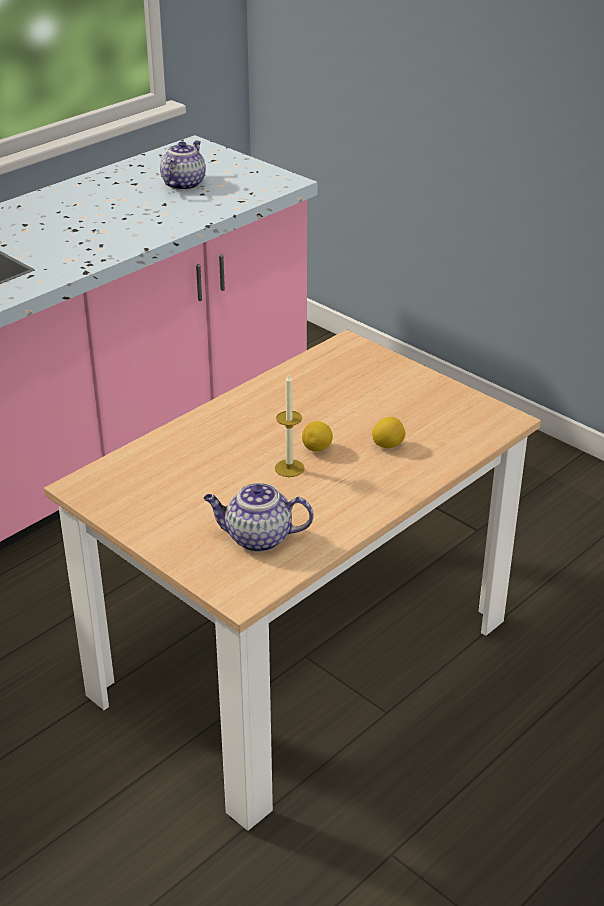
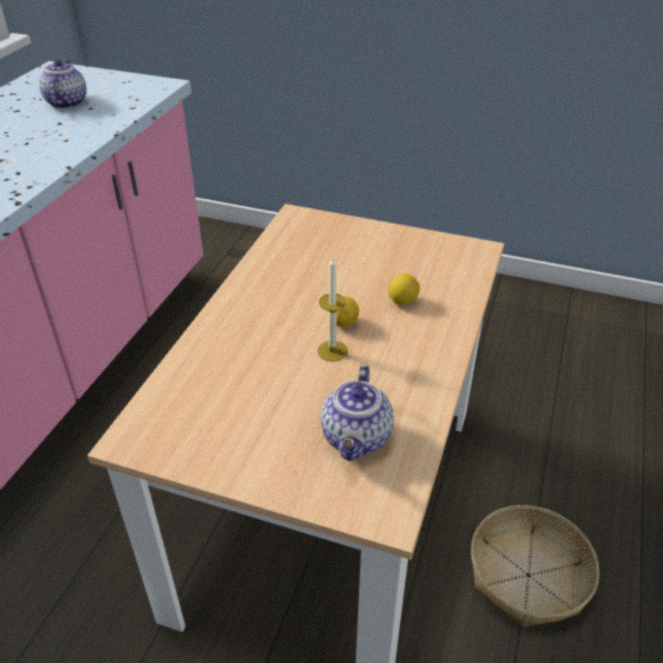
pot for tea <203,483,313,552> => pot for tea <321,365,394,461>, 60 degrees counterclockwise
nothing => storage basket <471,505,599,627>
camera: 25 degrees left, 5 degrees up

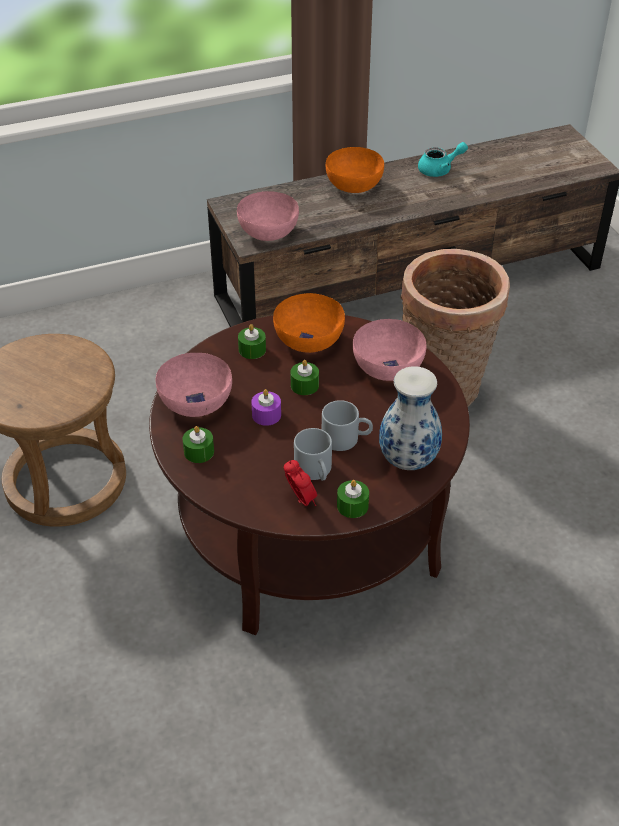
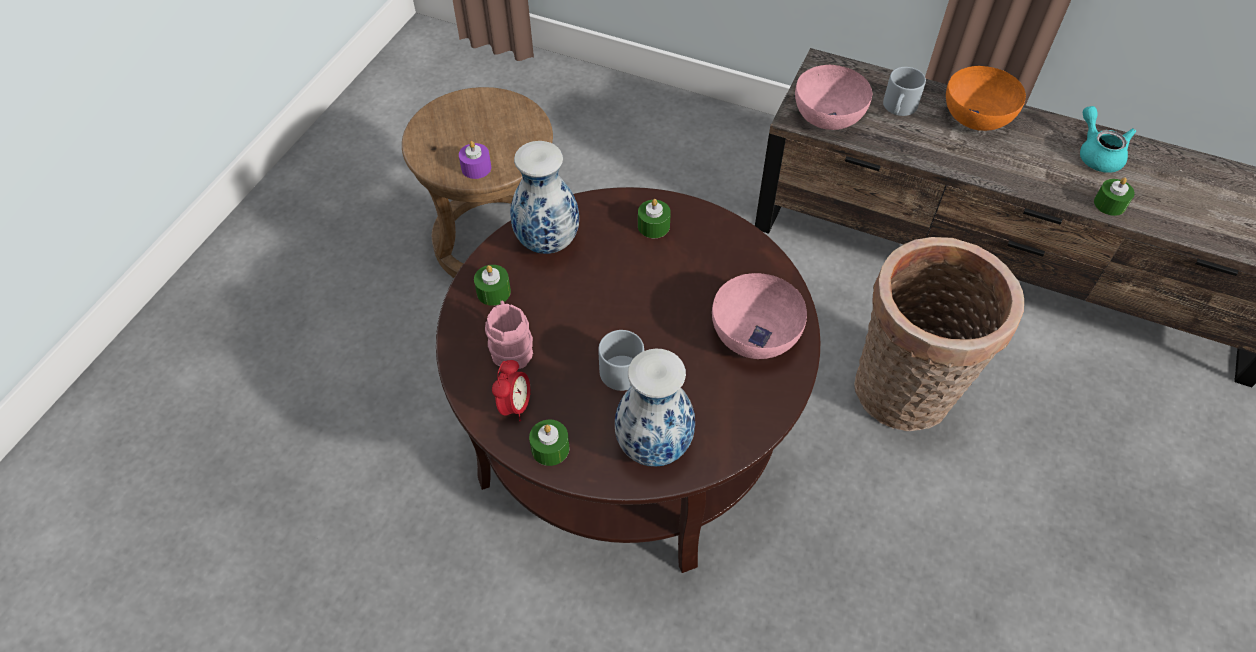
wax candle in purple <251,389,281,426> => wax candle in purple <459,141,491,179>, relocated
nothing => mug in pink-coloured <485,301,533,369>
serving bowl in pink-coloured <156,353,232,417> => vase <510,141,579,254>
mug in gray <294,428,332,481> => mug in gray <883,67,926,116>, relocated
pot for tea in blue-green <418,142,468,177> => pot for tea in blue-green <1080,106,1136,173>, 135 degrees counterclockwise
wax candle in green-coloured <290,360,319,395> => wax candle in green-coloured <1094,177,1135,216>, relocated
serving bowl in orange <273,293,345,353> => nothing
camera: 45 degrees right, 10 degrees up

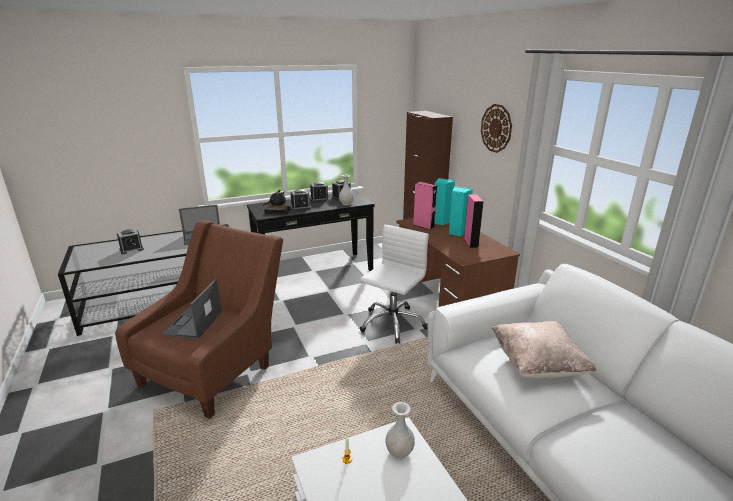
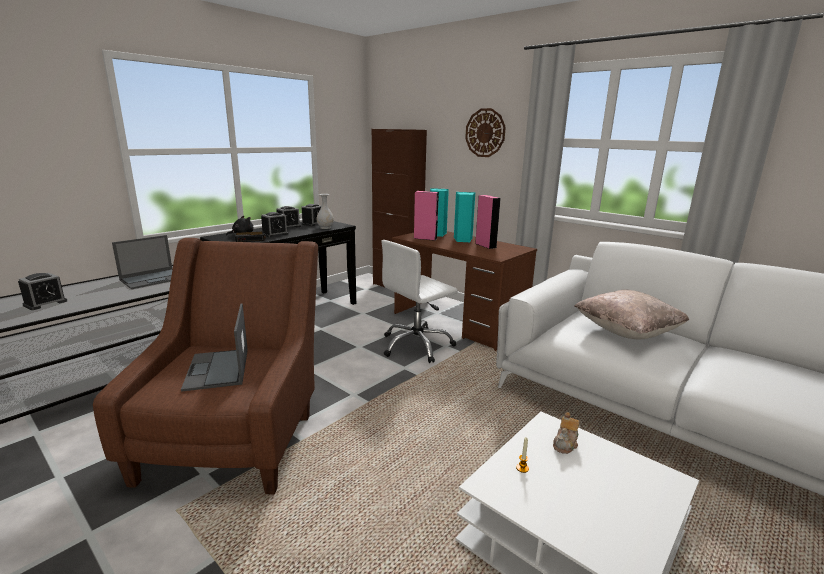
computer chair in whitish <360,225,429,344> => computer chair in whitish <381,240,458,363>, 135 degrees counterclockwise
vase in whitish <386,402,415,459> => pot for tea <553,412,579,454>
camera: 25 degrees left, 5 degrees down

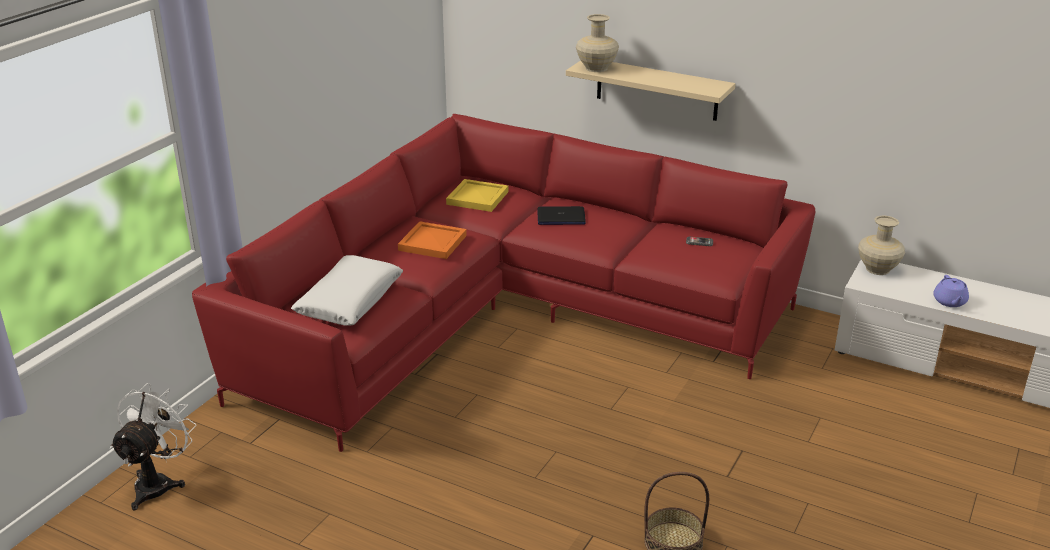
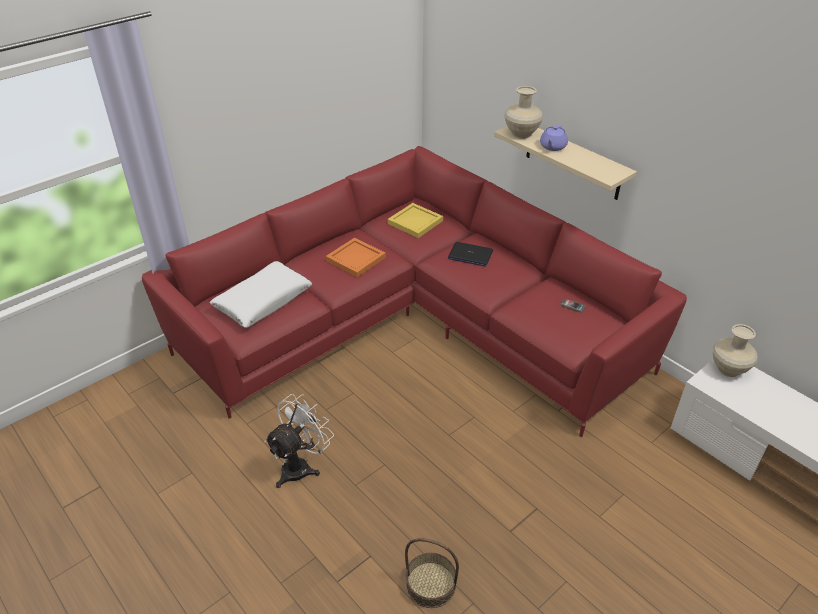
cooling fan in whitish <110,383,197,510> => cooling fan in whitish <264,394,334,488>, relocated
pot for tea in purple <933,275,969,307> => pot for tea in purple <540,125,568,151>, relocated
camera: 20 degrees right, 10 degrees up

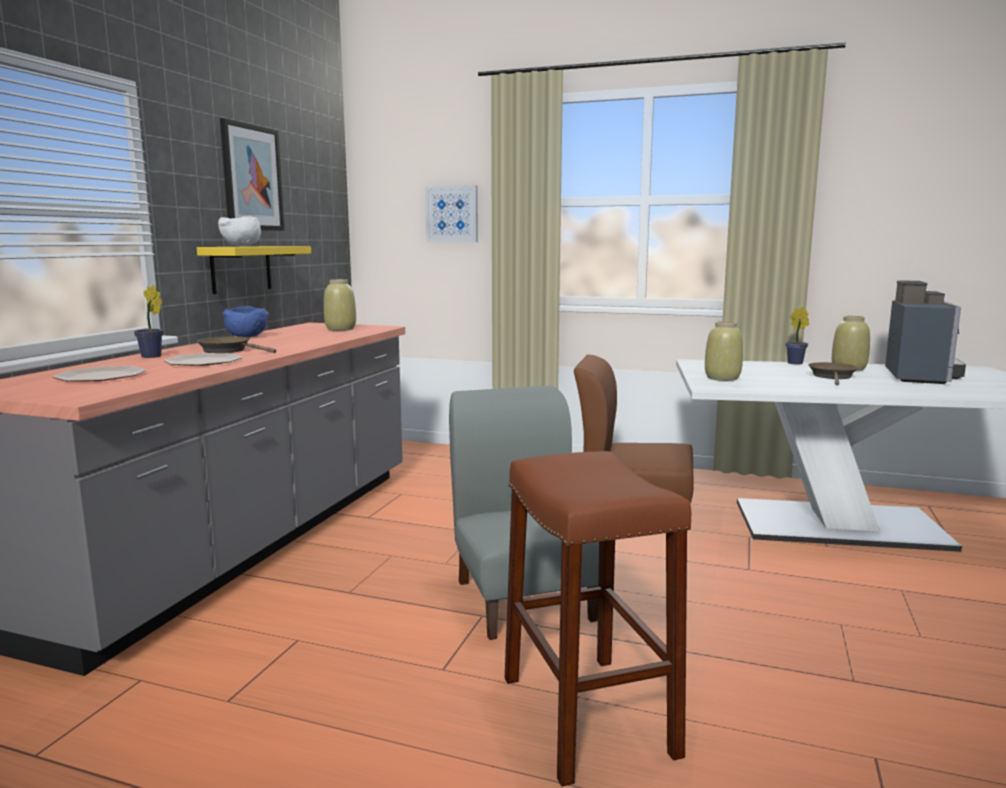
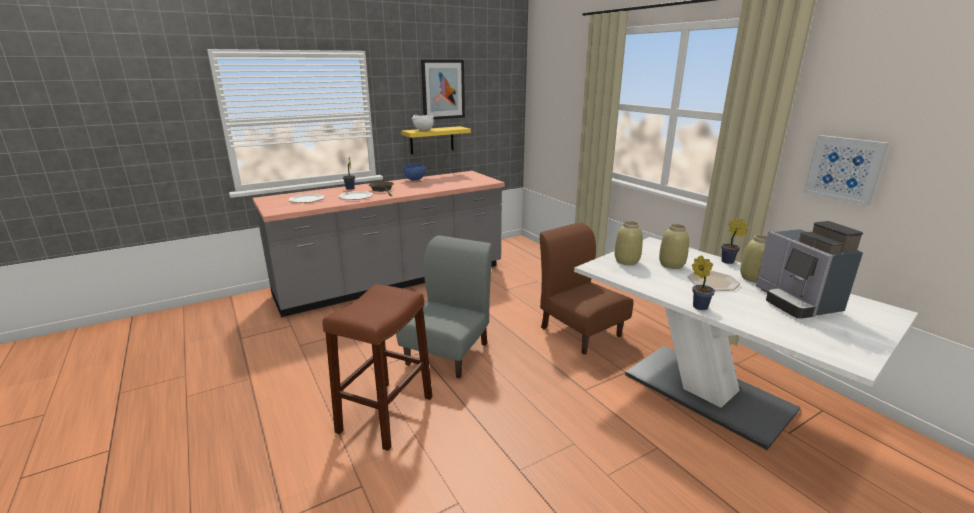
vase in beige-coloured <324,279,356,331> => vase in beige-coloured <659,224,689,269>, relocated
skillet in brownish <808,362,858,385> => dinner plate <688,271,740,291>
nothing => houseplant <692,255,715,310>
coffee machine <885,280,966,384> => coffee machine <756,221,863,319>, 105 degrees clockwise
picture <425,185,478,242> => picture <803,135,889,206>, relocated
camera: 40 degrees right, 10 degrees up

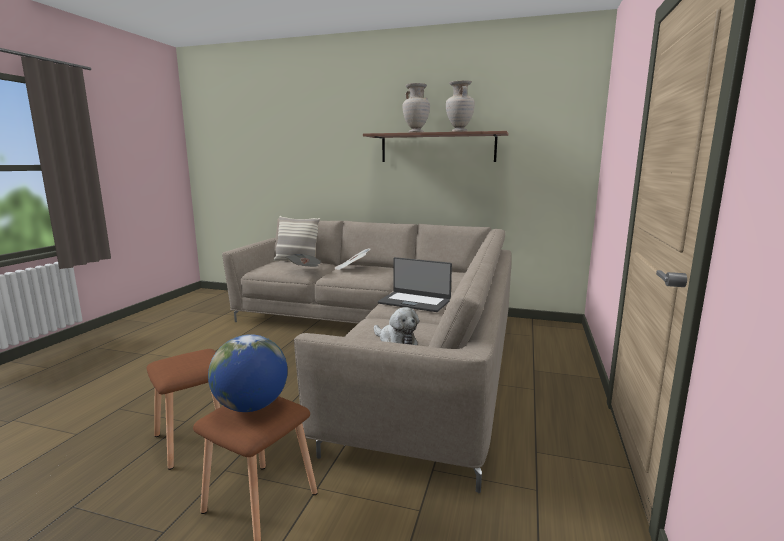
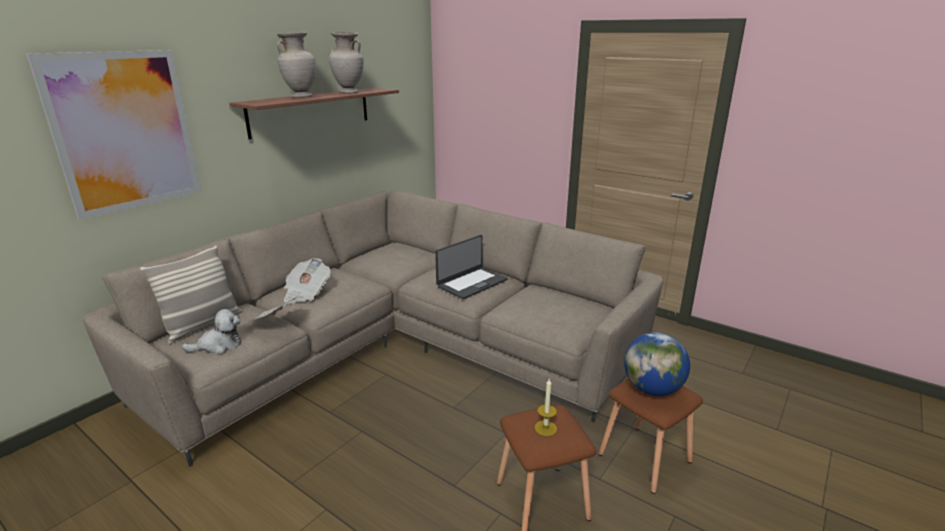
nothing => picture <26,50,201,219>
cuddly toy <374,307,419,345> => cuddly toy <182,309,241,354>, relocated
nothing => wax candle <535,379,557,436>
camera: 70 degrees left, 10 degrees up

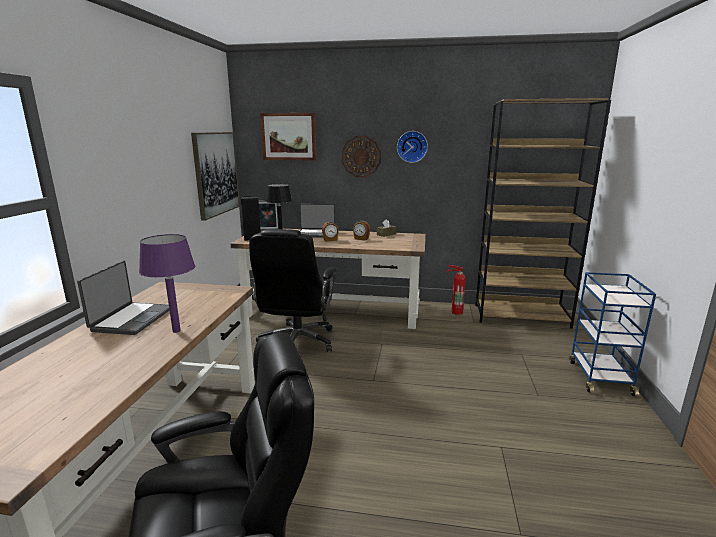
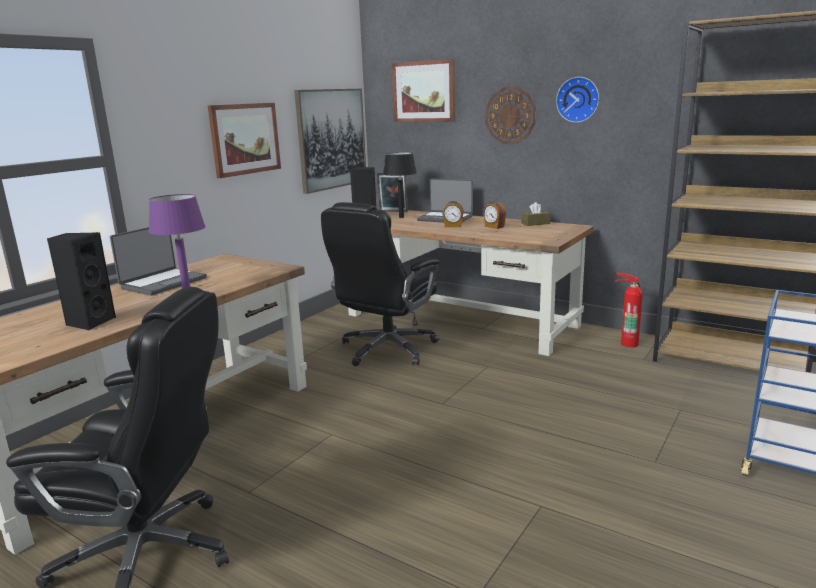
nothing => speaker in black <47,232,116,330>
nothing => picture <208,103,281,178>
camera: 25 degrees right, 0 degrees up

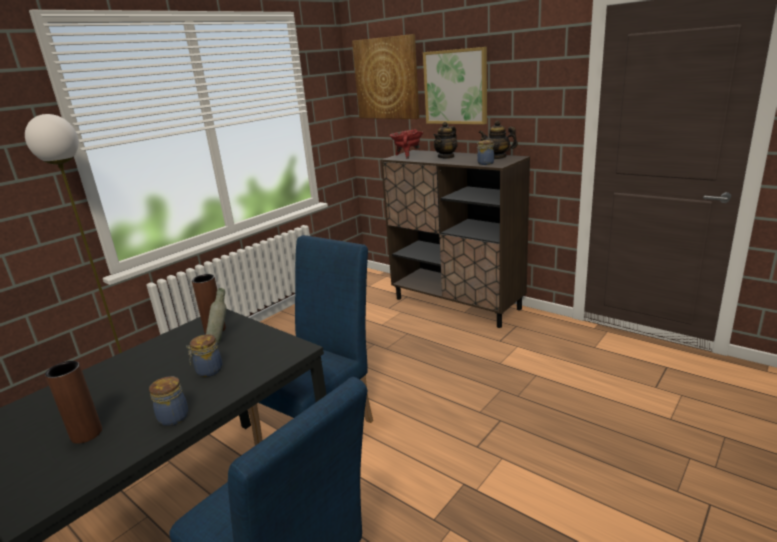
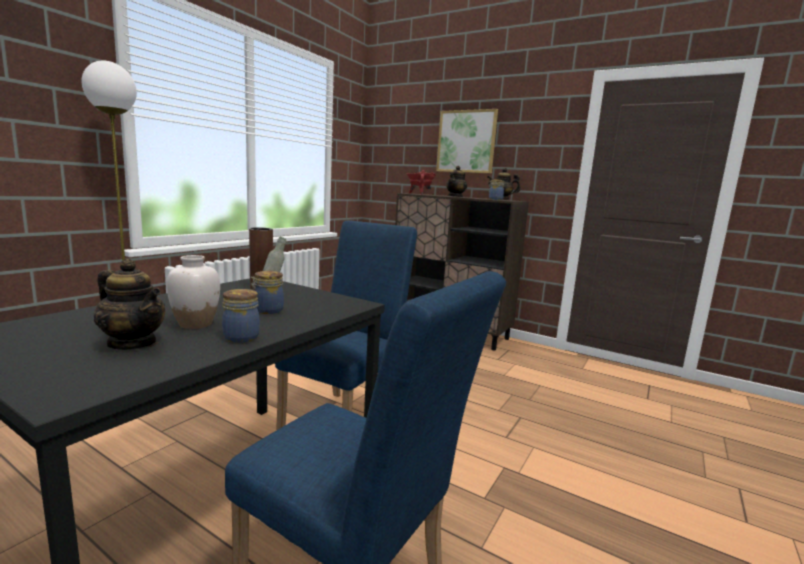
vase in brownish <45,361,102,444> => pot for tea <94,259,165,350>
nothing => vase in whitish <167,255,220,329>
picture <352,34,419,119> => nothing
camera: 10 degrees left, 10 degrees down

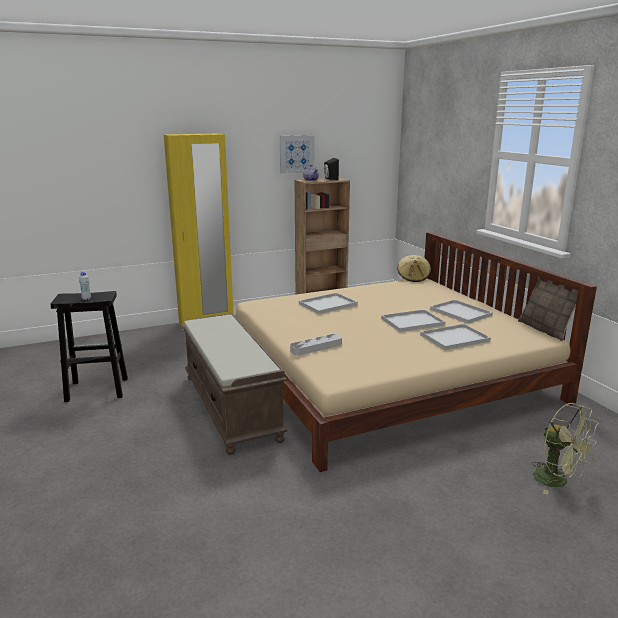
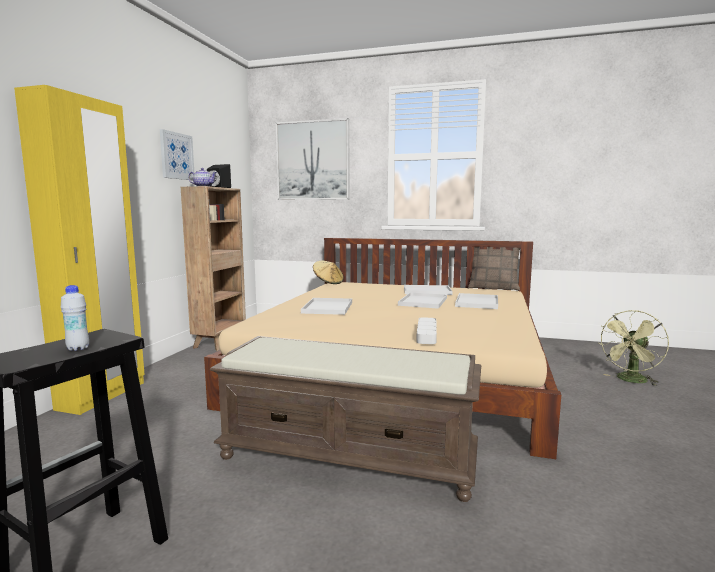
nothing => picture <276,118,350,200>
cooling fan in green-coloured <532,403,599,495> => cooling fan in green-coloured <598,310,669,386>, 135 degrees clockwise
camera: 50 degrees left, 10 degrees down

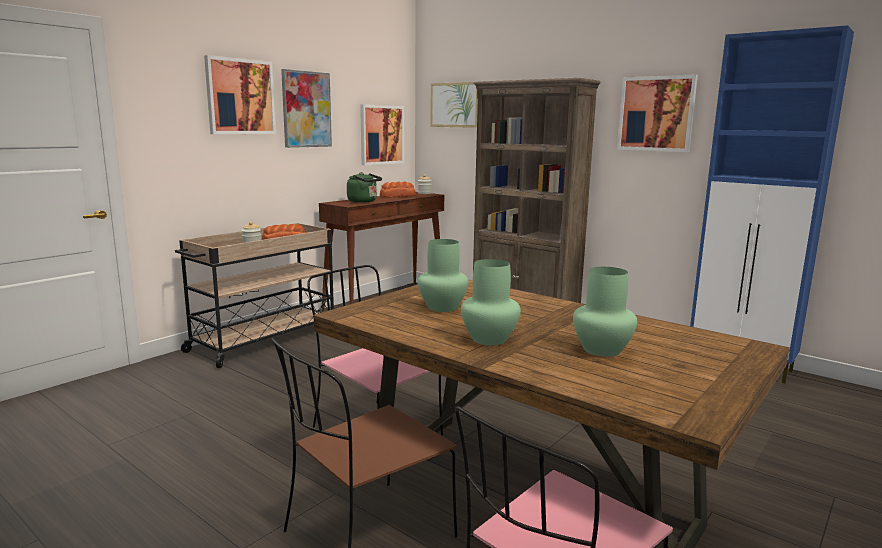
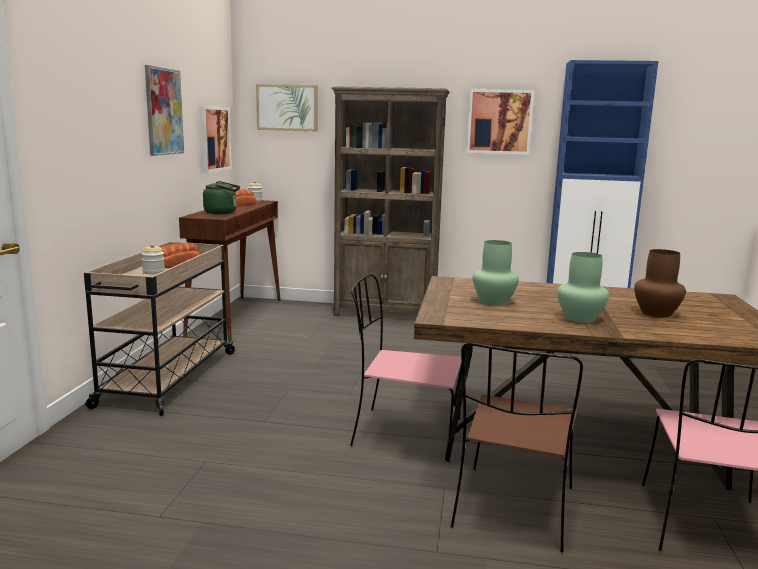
vase in green-coloured <573,267,637,357> => vase in brownish <634,249,686,317>
picture <204,55,276,134> => nothing
camera: 30 degrees left, 0 degrees up

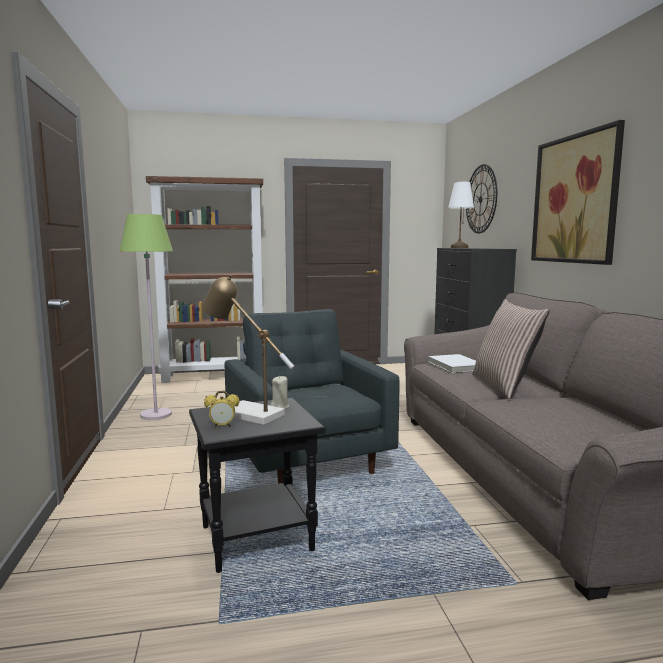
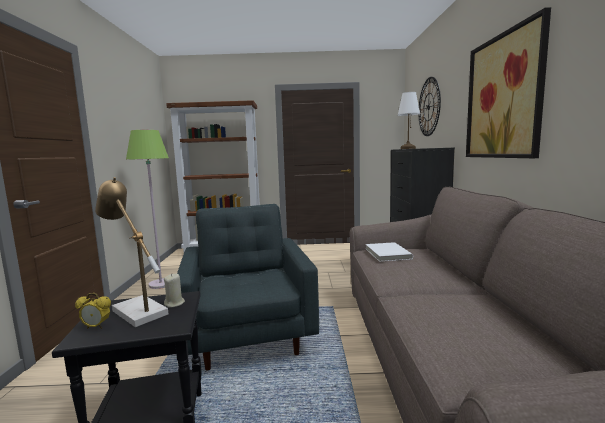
pillow <472,299,550,399> => nothing
camera: 10 degrees right, 0 degrees up

